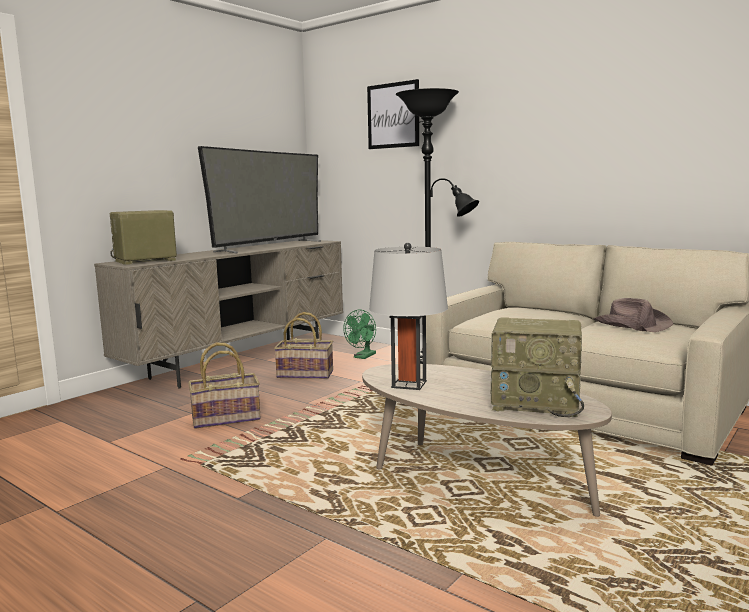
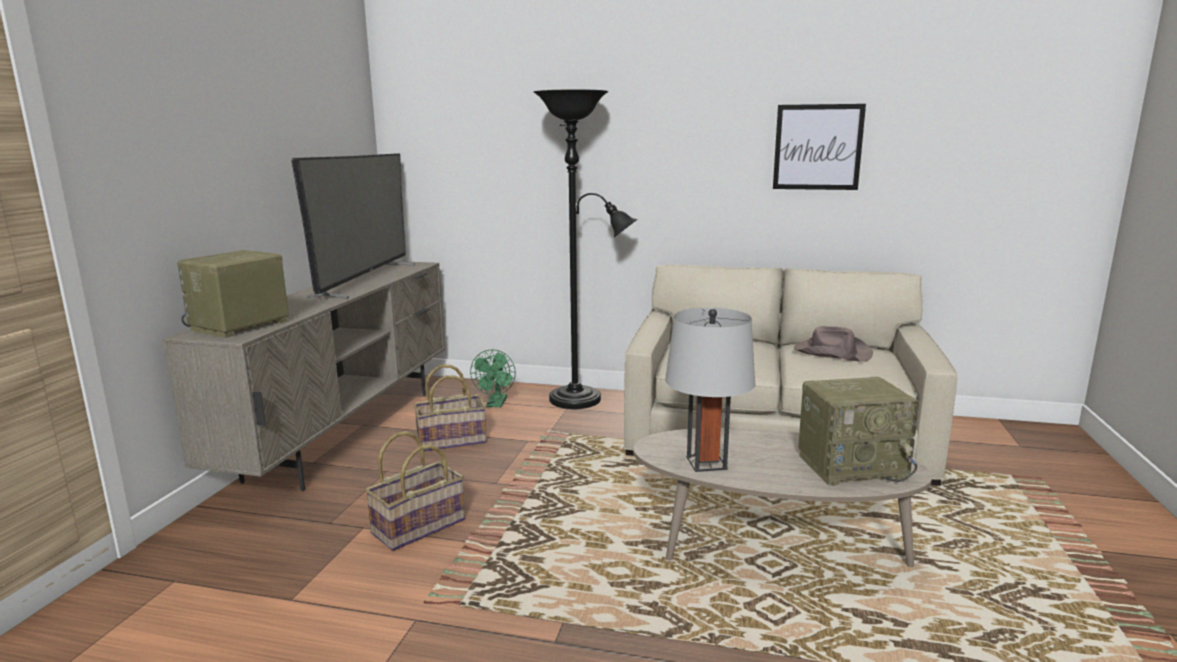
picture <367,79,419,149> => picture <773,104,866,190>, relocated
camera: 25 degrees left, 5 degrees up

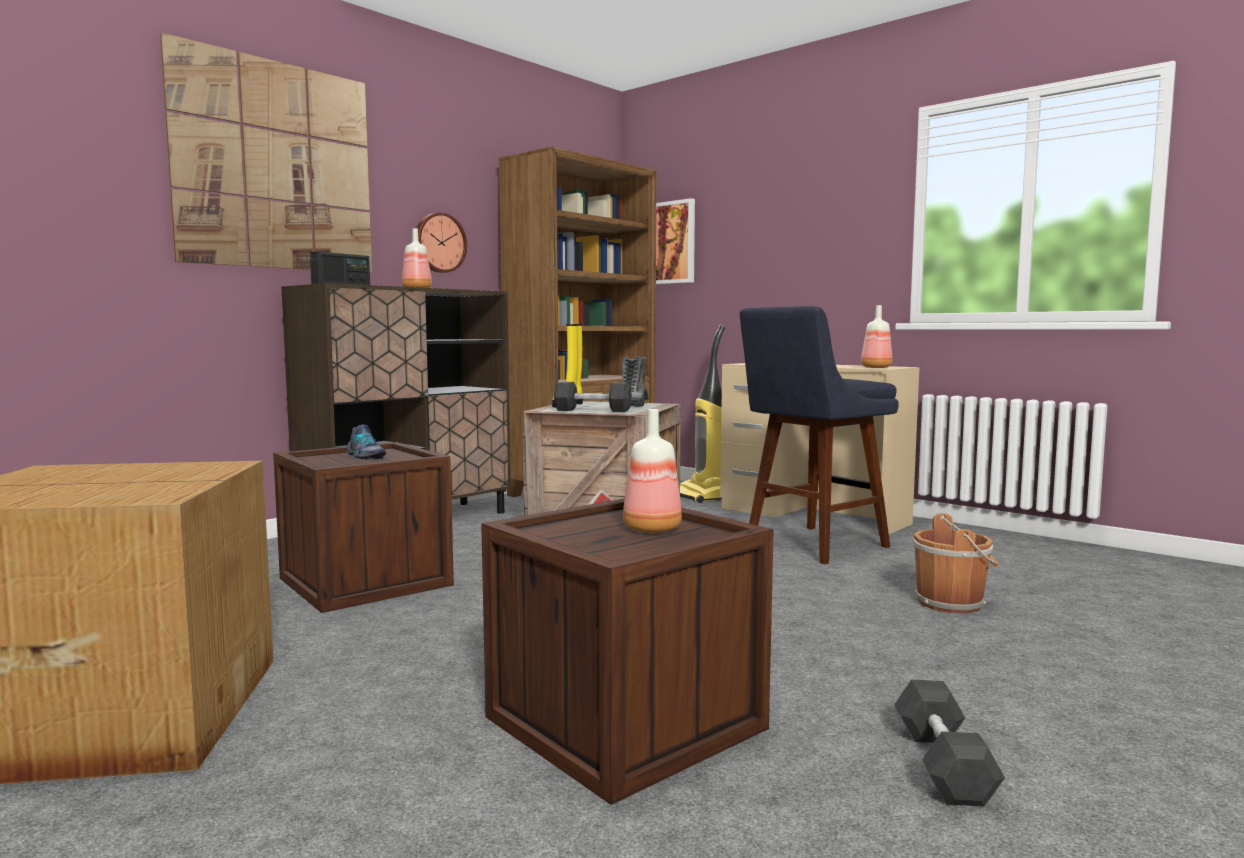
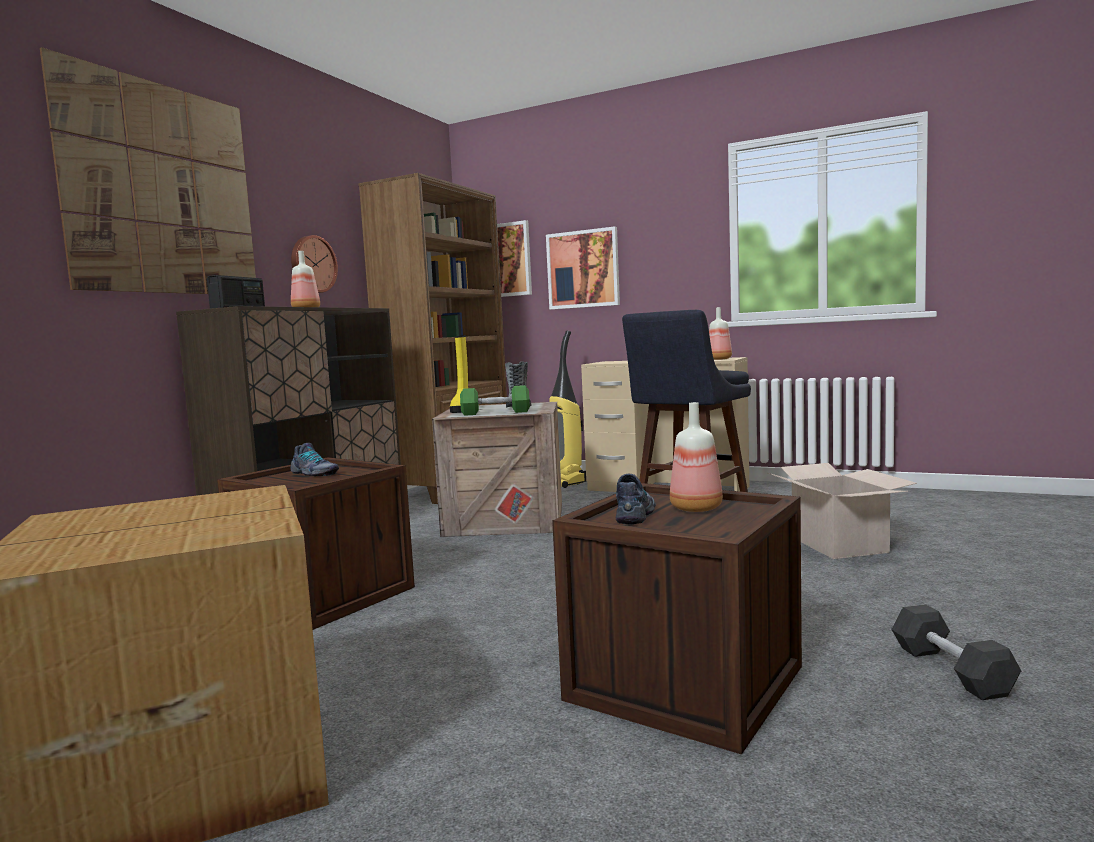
hand weight in gray <554,382,632,412> => hand weight in green-coloured <460,385,530,416>
nothing => picture <546,226,620,310>
nothing => shoe <616,474,656,524>
pail in brownish <912,513,1000,614> => cardboard box <768,463,917,559>
camera: 15 degrees left, 0 degrees up

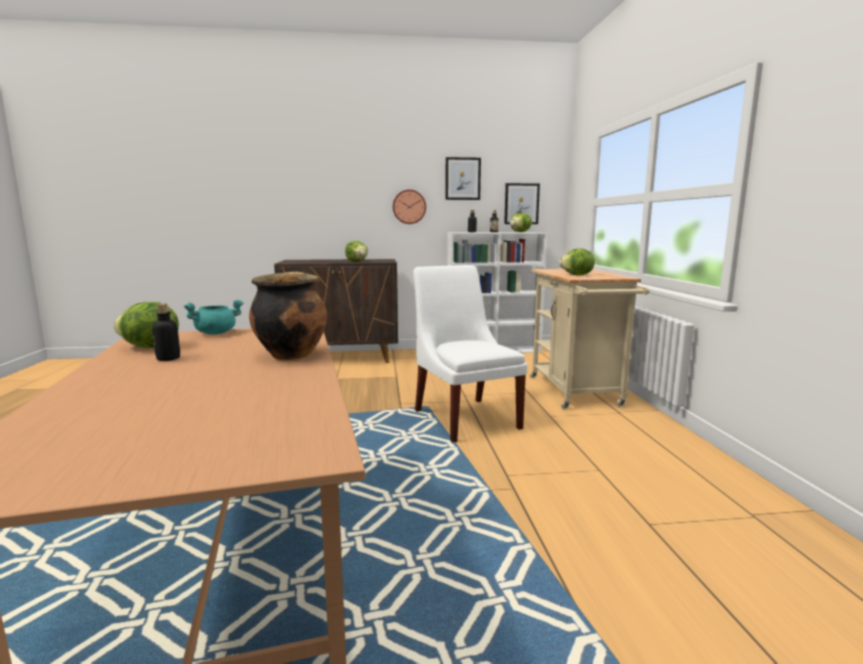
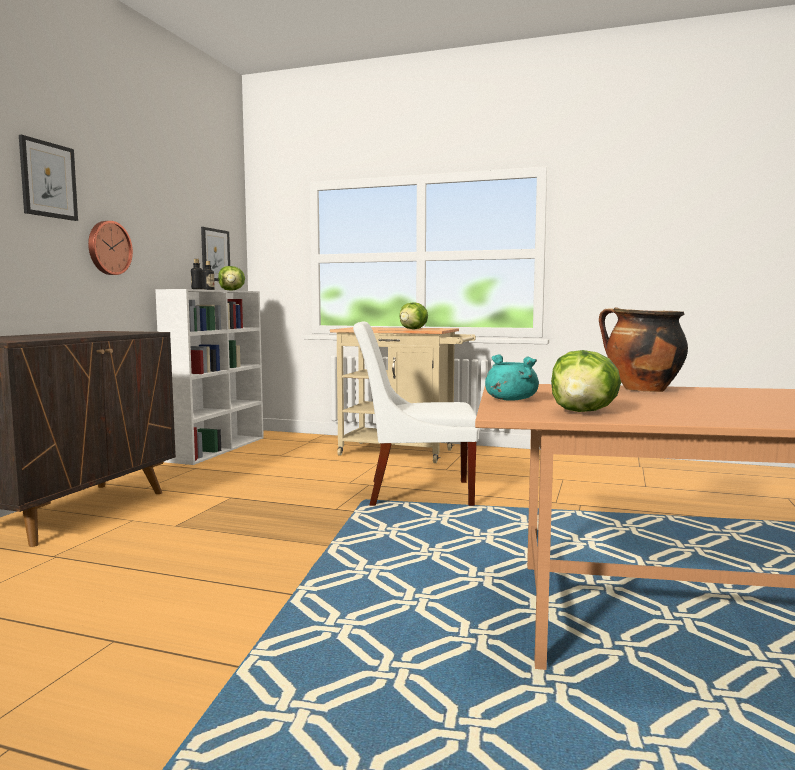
picture <445,157,481,200> => picture <19,135,78,221>, relocated
drink bottle <152,303,181,361> => nothing
lettuce head <345,241,368,262> => nothing
camera: 65 degrees left, 5 degrees down

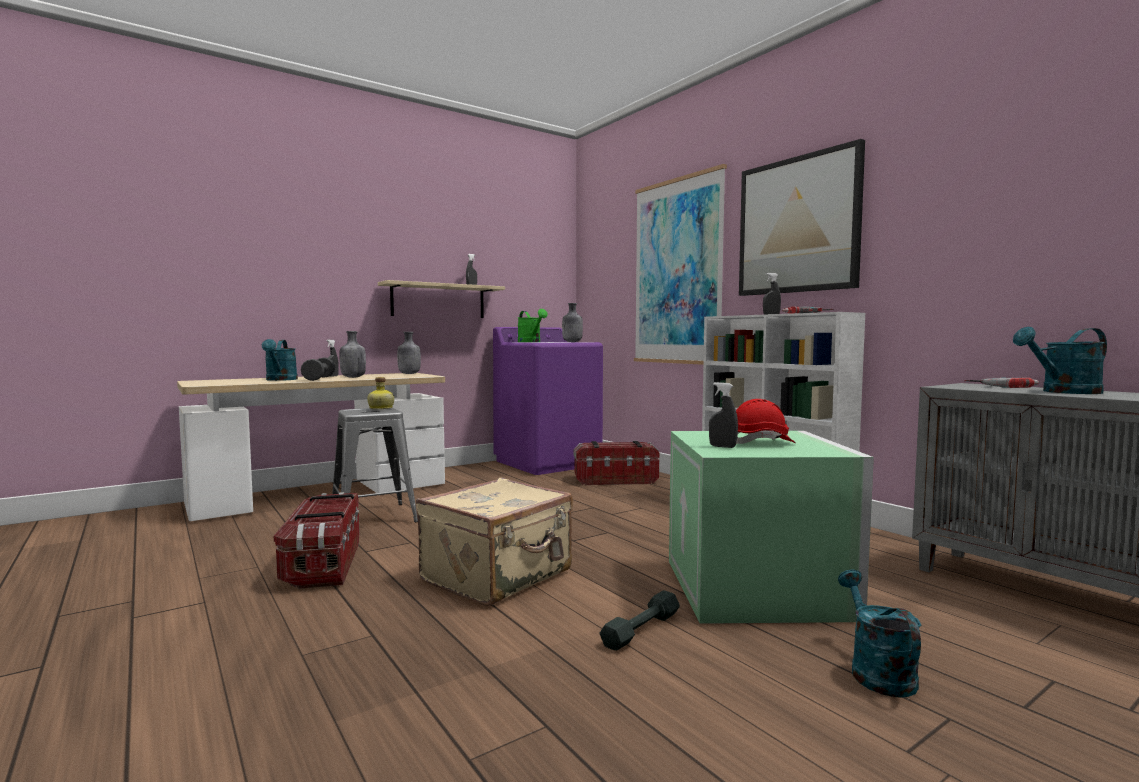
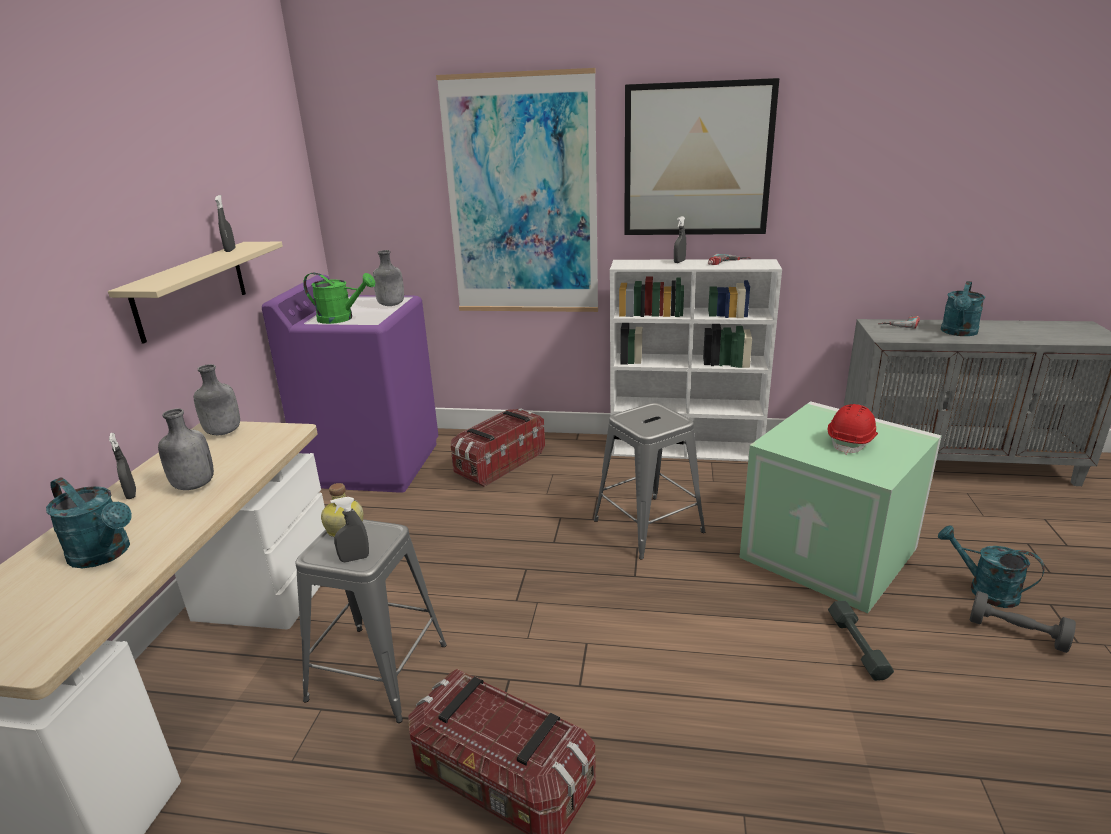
spray bottle in gray <709,382,738,448> => spray bottle in gray <330,497,369,562>, relocated
nothing => stool seat in gray <594,403,706,560>
hand weight in gray <301,357,335,381> => hand weight in gray <970,591,1076,653>, relocated
travel case in beige-coloured <416,478,573,606> => nothing
camera: 45 degrees left, 20 degrees up

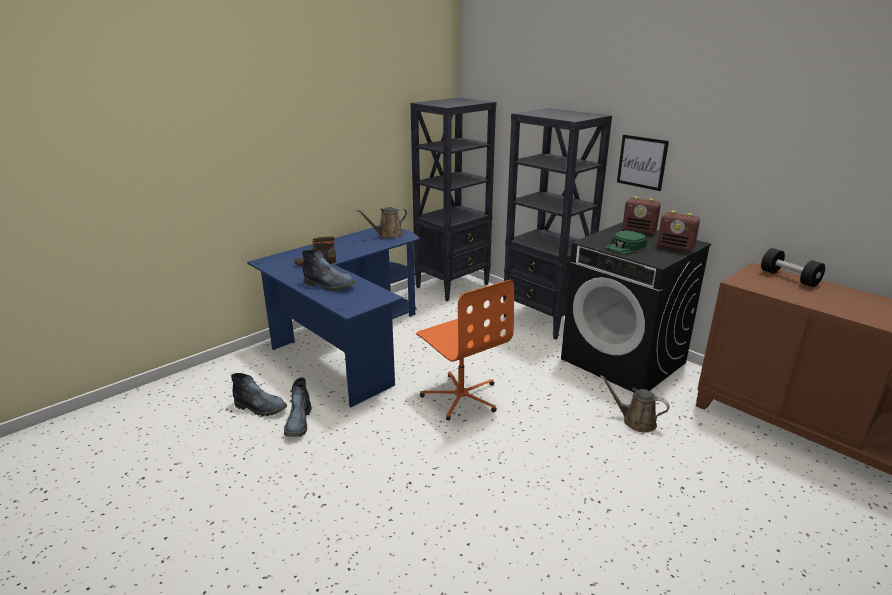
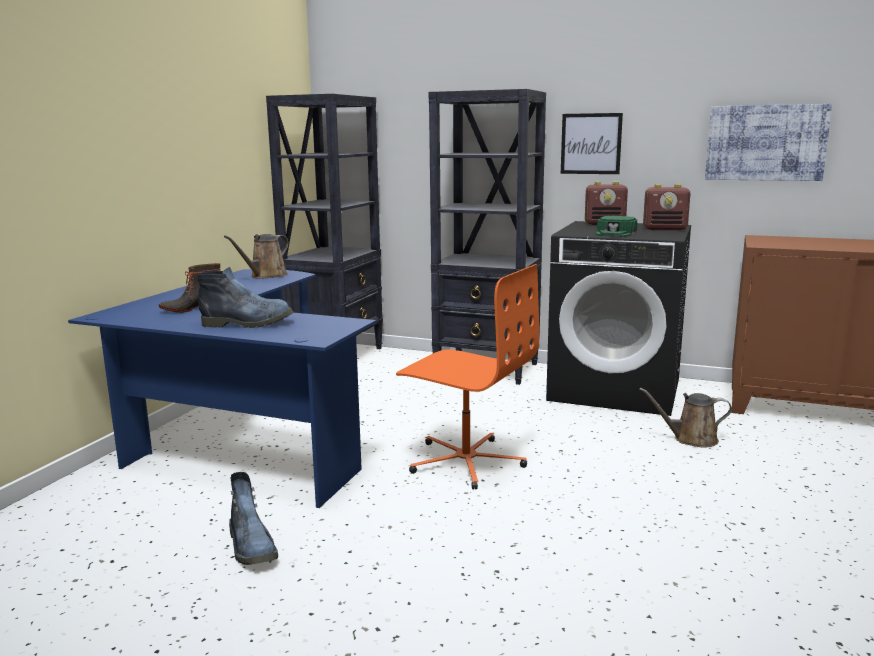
nothing => picture <705,104,832,181>
high-top boot <231,373,287,416> => nothing
hand weight in black <761,248,825,287> => nothing
camera: 25 degrees left, 10 degrees down

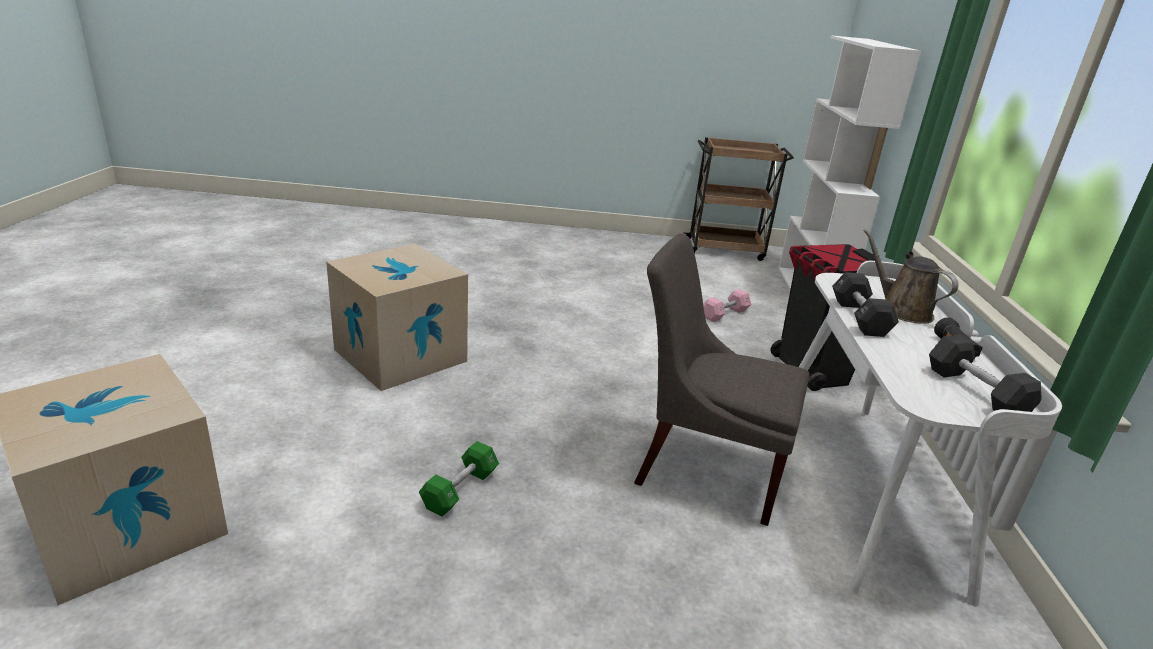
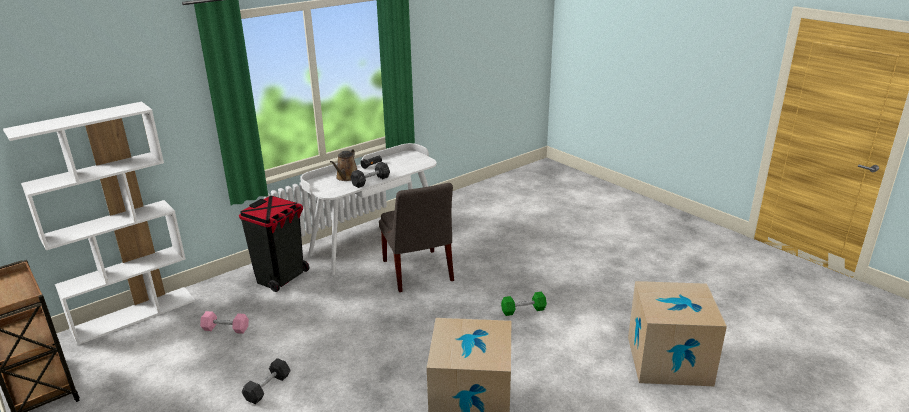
hand weight in black <929,335,1042,412> => hand weight in black <242,358,291,404>, relocated
camera: 130 degrees left, 0 degrees up

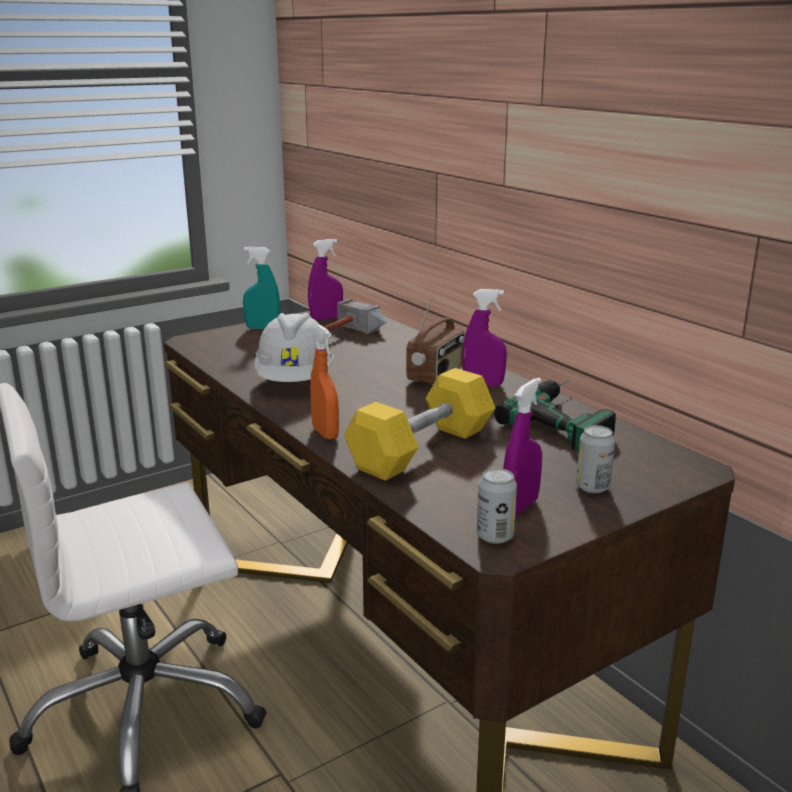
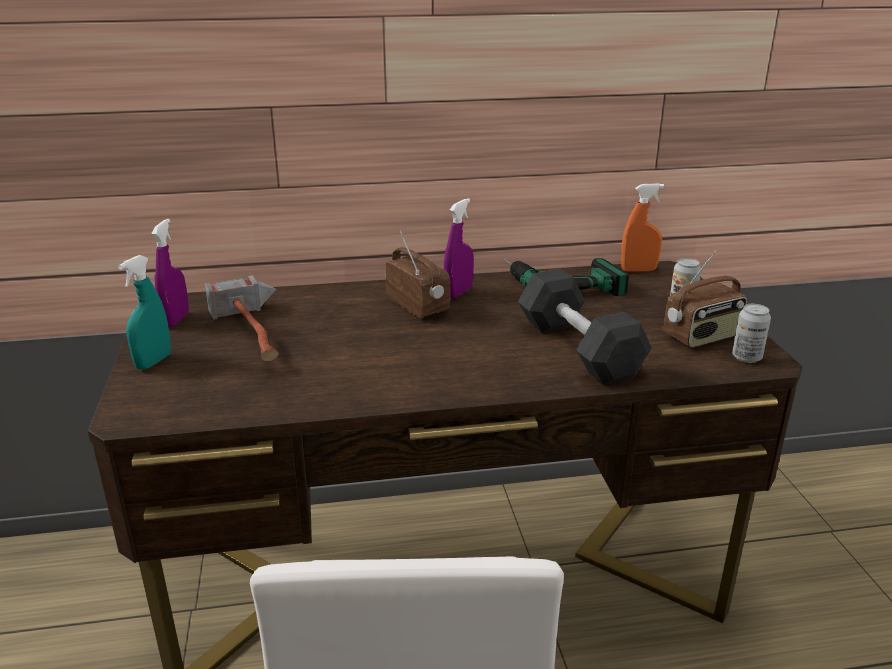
hand weight in yellowish <344,368,495,481> => hand weight in gray <518,269,652,385>
spray bottle in orange <310,325,339,440> => spray bottle in orange <621,183,664,272>, relocated
spray bottle in purple <503,378,542,515> => radio set <664,250,747,348>
hard hat in whitish <255,313,334,382> => nothing
camera: 65 degrees left, 5 degrees up

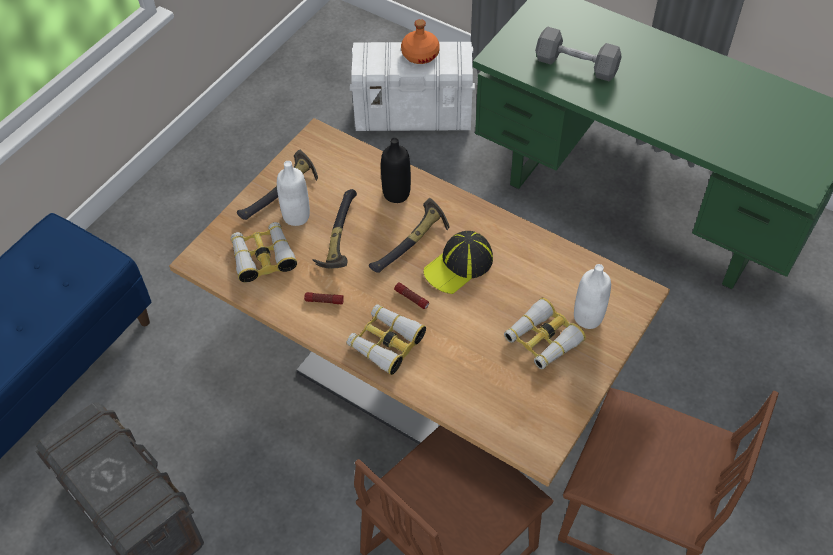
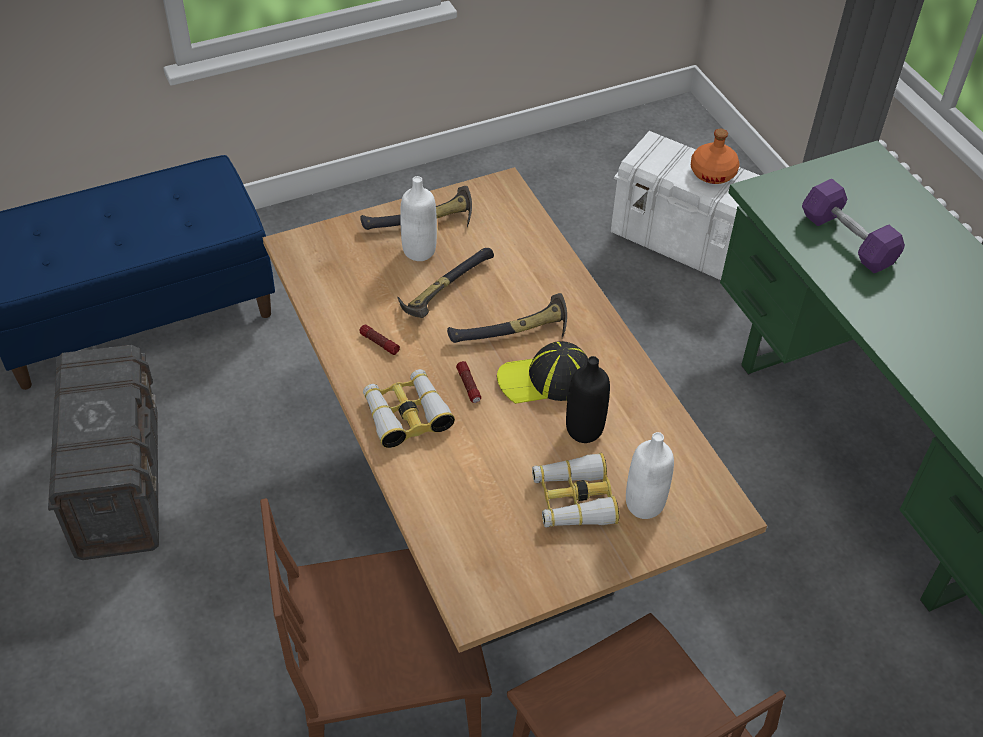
drink bottle in black <381,138,411,203> => drink bottle in black <566,356,610,443>, relocated
hand weight in gray <535,26,622,81> => hand weight in purple <802,178,905,273>
field glasses <231,222,297,282> => nothing
camera: 30 degrees right, 5 degrees down

